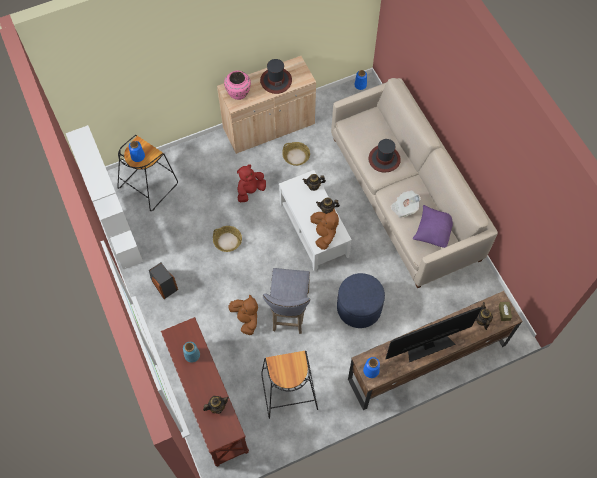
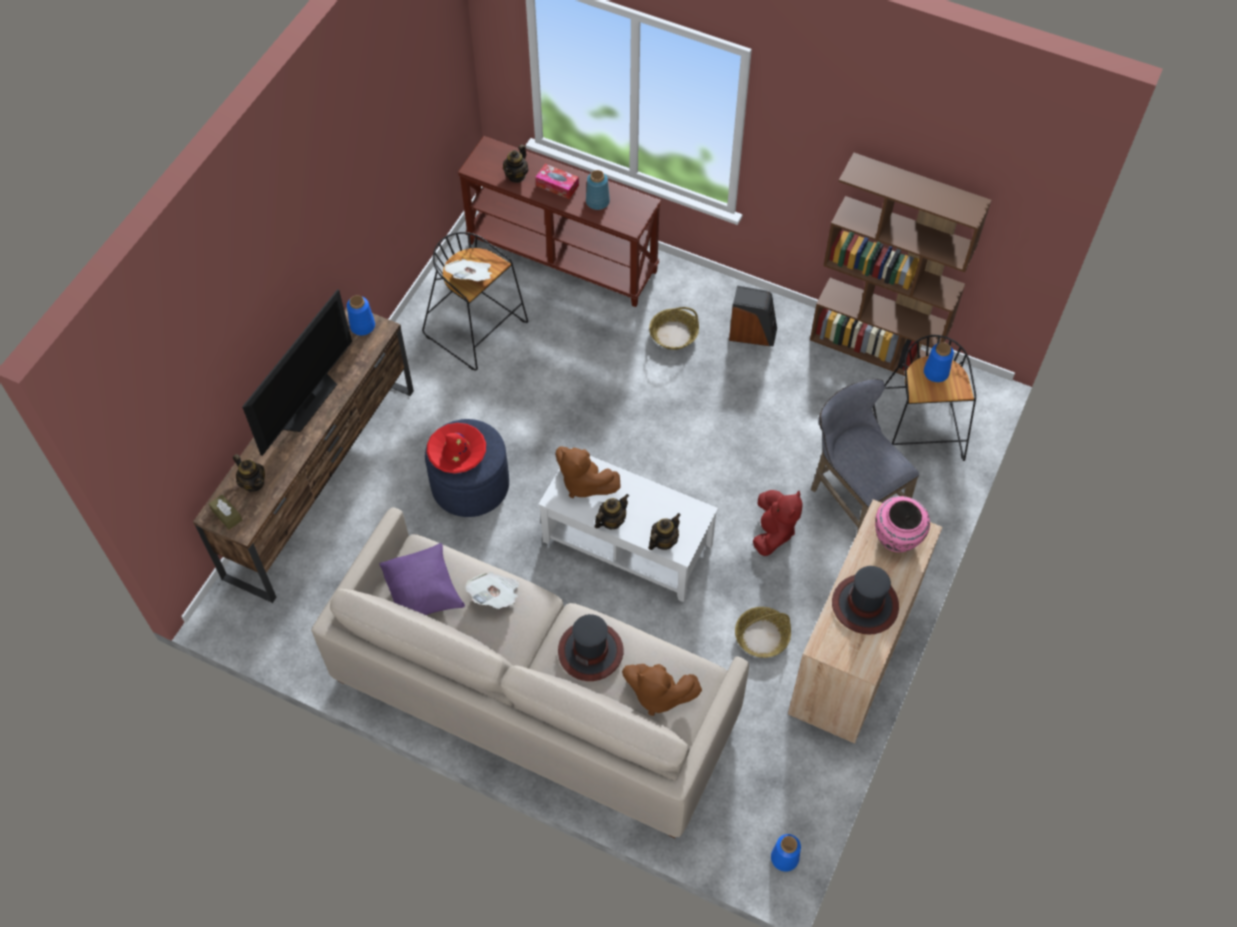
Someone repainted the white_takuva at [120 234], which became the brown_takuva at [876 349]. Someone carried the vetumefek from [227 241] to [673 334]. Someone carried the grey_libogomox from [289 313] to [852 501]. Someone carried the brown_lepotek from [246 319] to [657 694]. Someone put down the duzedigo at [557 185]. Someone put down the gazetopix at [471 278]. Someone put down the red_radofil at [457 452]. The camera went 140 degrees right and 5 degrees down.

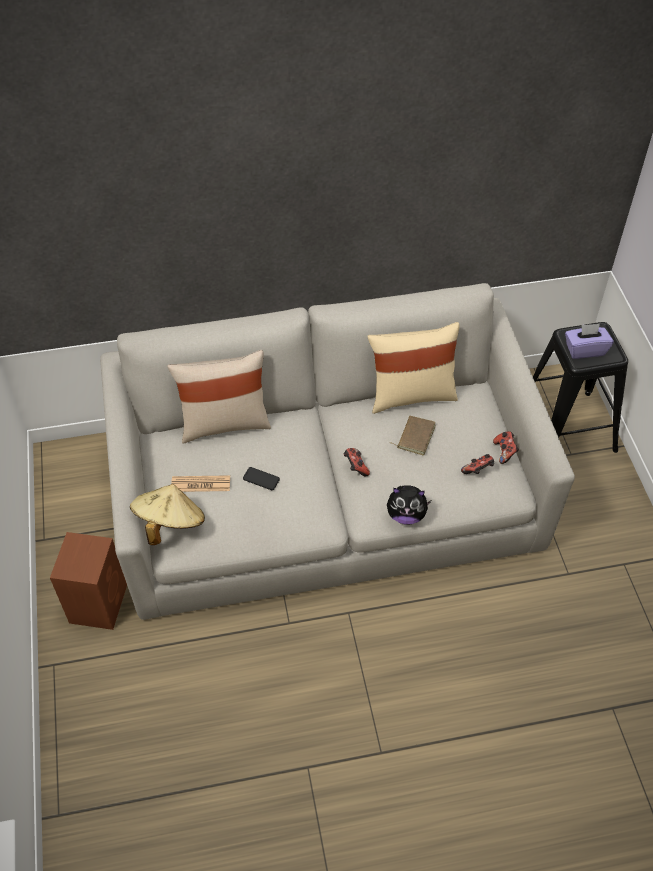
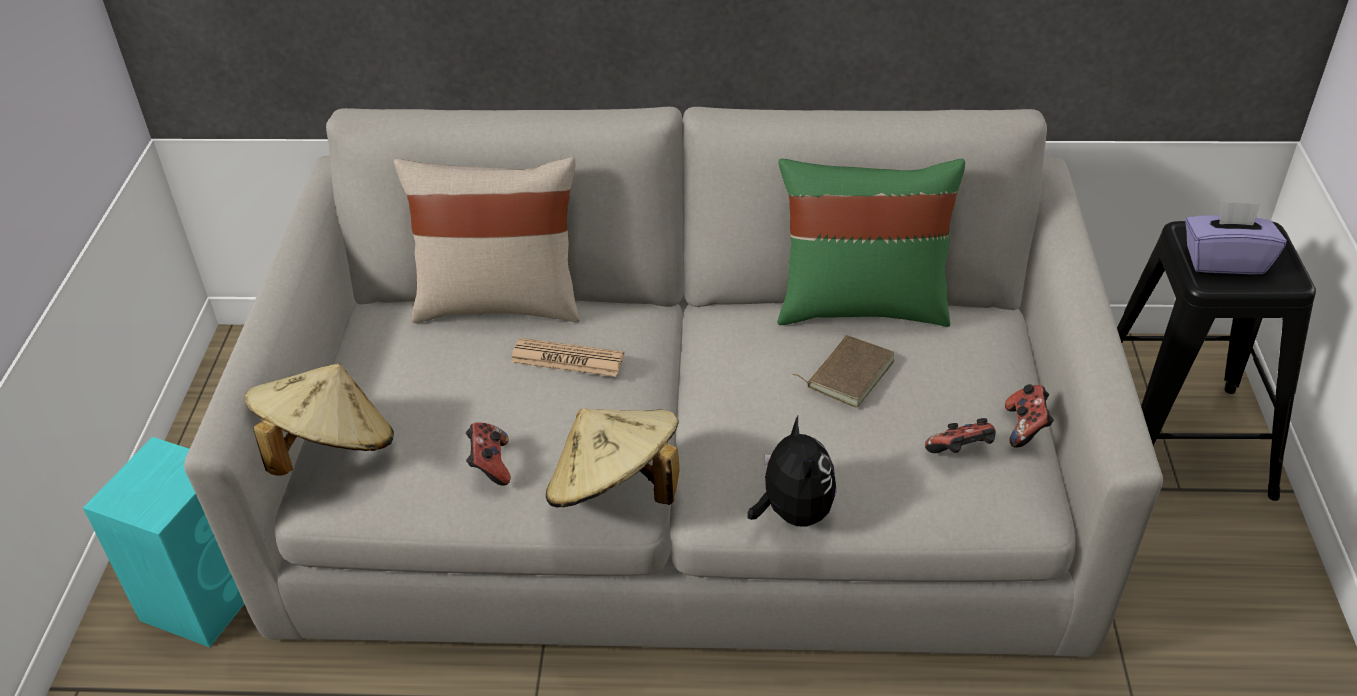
Someone repainted the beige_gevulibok at [411 395], which became the green_gevulibok at [861 305]. Someone carried the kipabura from [355 467] to [490 465]. Someone took away the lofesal at [261 479]. Someone carried the gazetopix from [200 484] to [567 359]. Someone rotated the lepotek at [406 515] by 120 degrees counterclockwise. Someone repainted the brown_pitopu at [99 602], which became the turquoise_pitopu at [207 594]. Someone put down the beige_radofil at [615 491]. The camera went 15 degrees right and 10 degrees down.

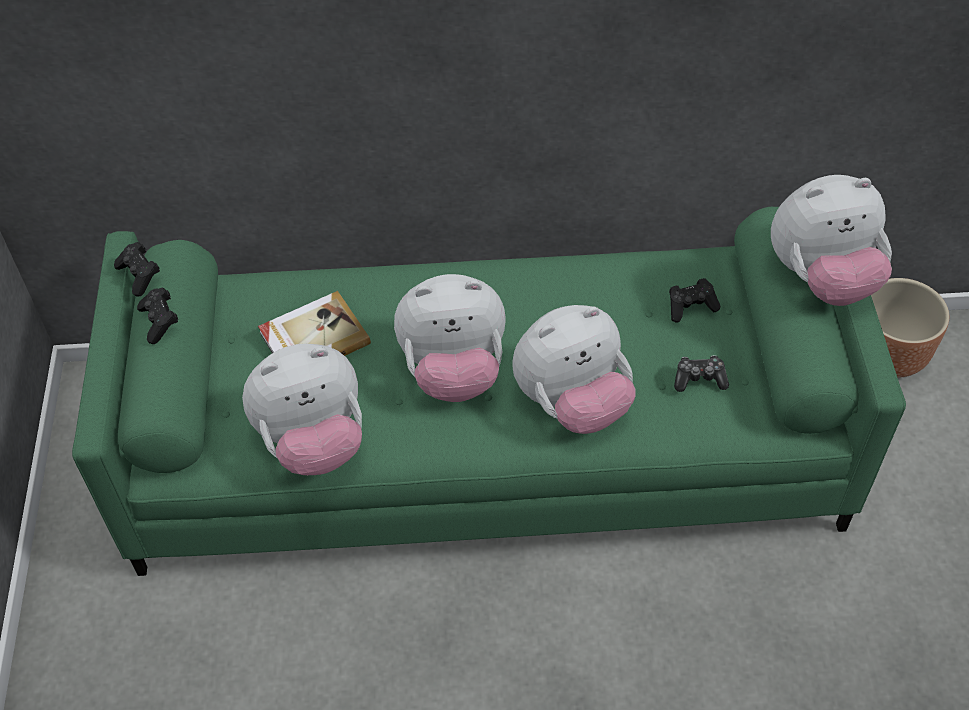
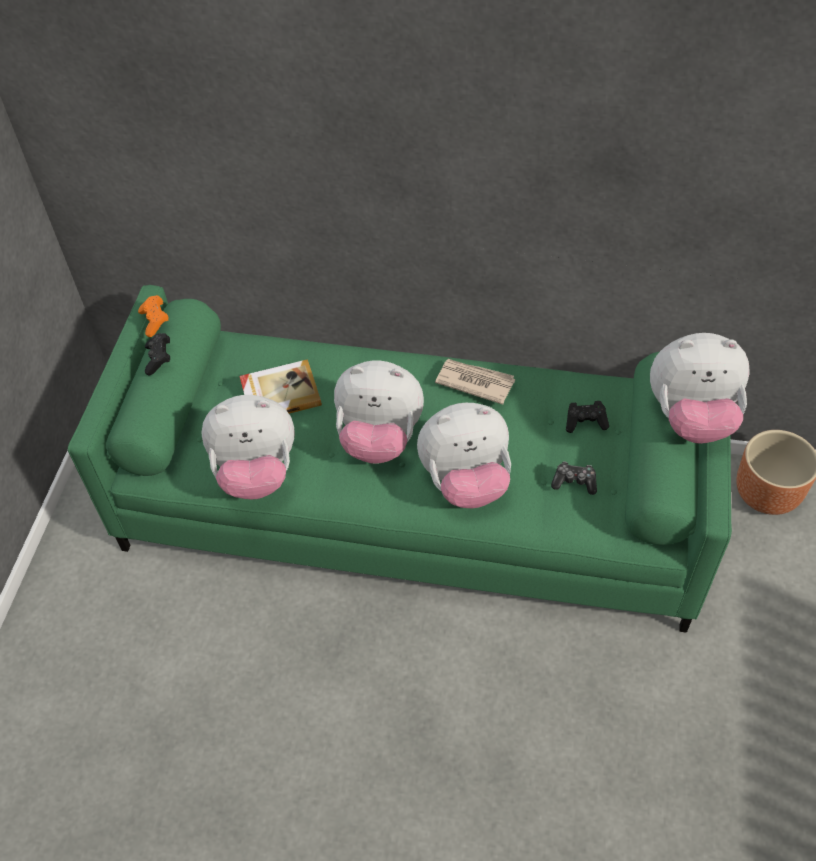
Someone repainted the black_kipabura at [140 275], which became the orange_kipabura at [155 321]. Someone put down the gazetopix at [474 382]. The camera went 15 degrees right and 0 degrees up.

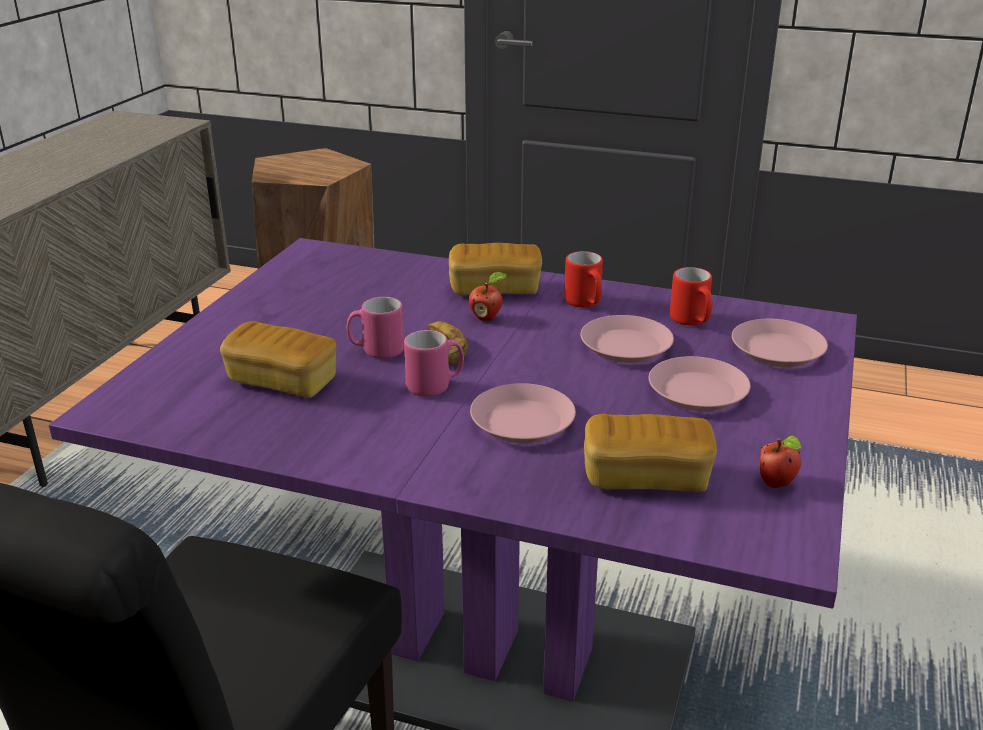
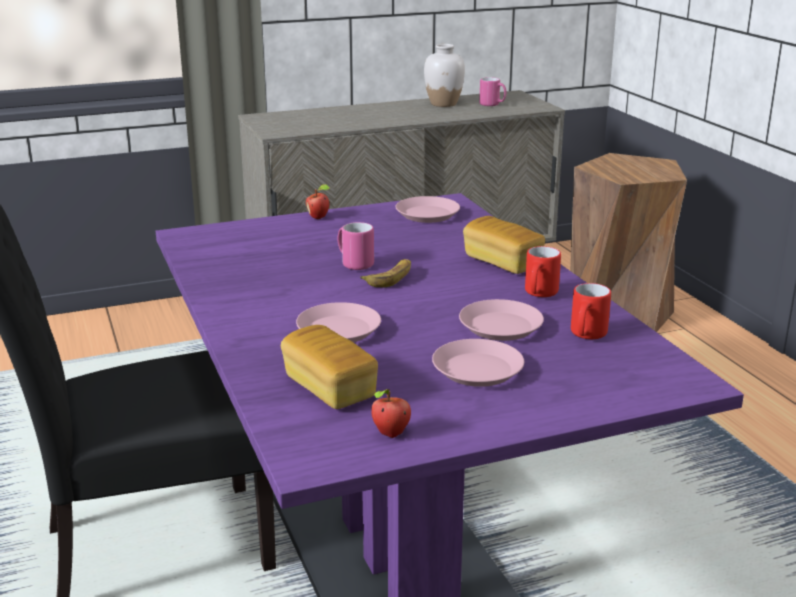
Someone carried the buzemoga from [487 318] to [319 217]. Someone carried the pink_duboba from [777 350] to [427 214]. Someone took away the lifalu at [282 381]. Someone carried the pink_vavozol from [435 386] to [492 105]. Someone put down the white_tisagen at [443 104]. The camera went 50 degrees right and 5 degrees down.

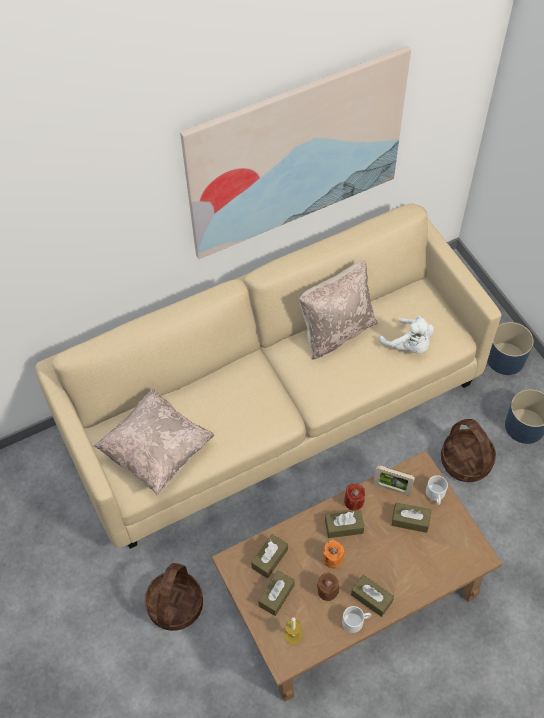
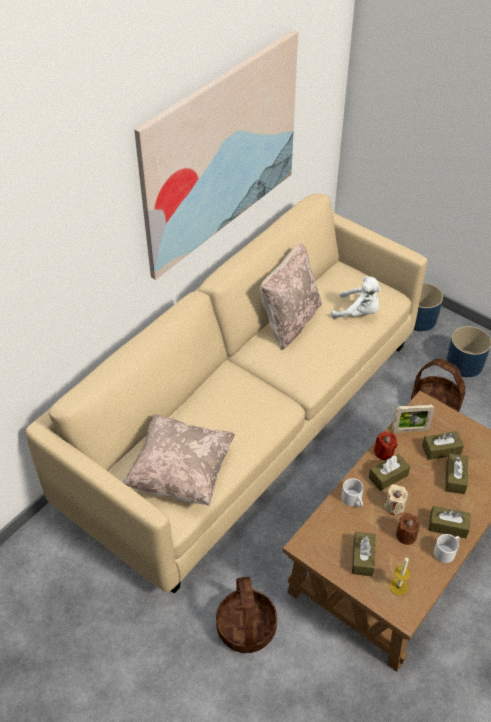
Someone carried the white_vavozol from [436 495] to [353 500]. Someone carried the brown_duzedigo from [269 558] to [455 478]. Someone repainted the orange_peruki at [332 558], which became the beige_peruki at [394 506]. The camera went 25 degrees left and 10 degrees down.

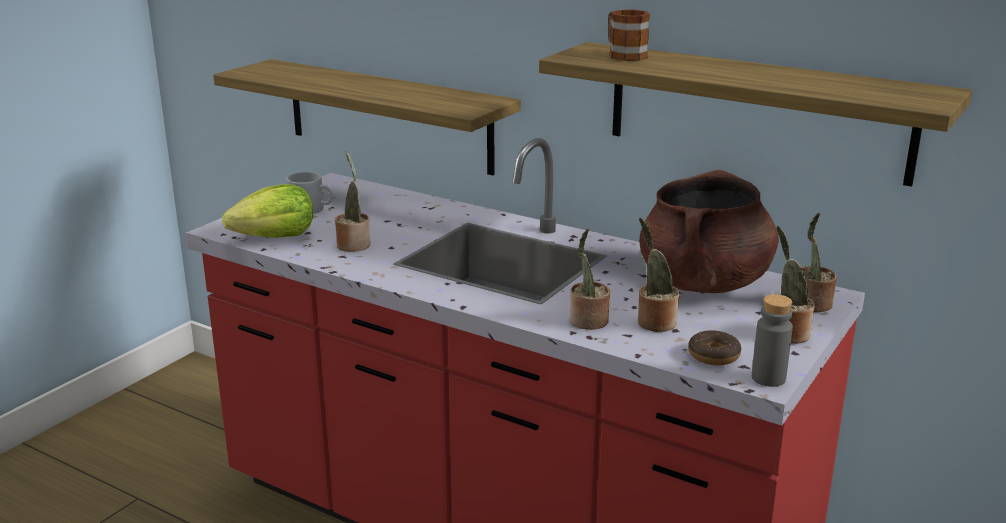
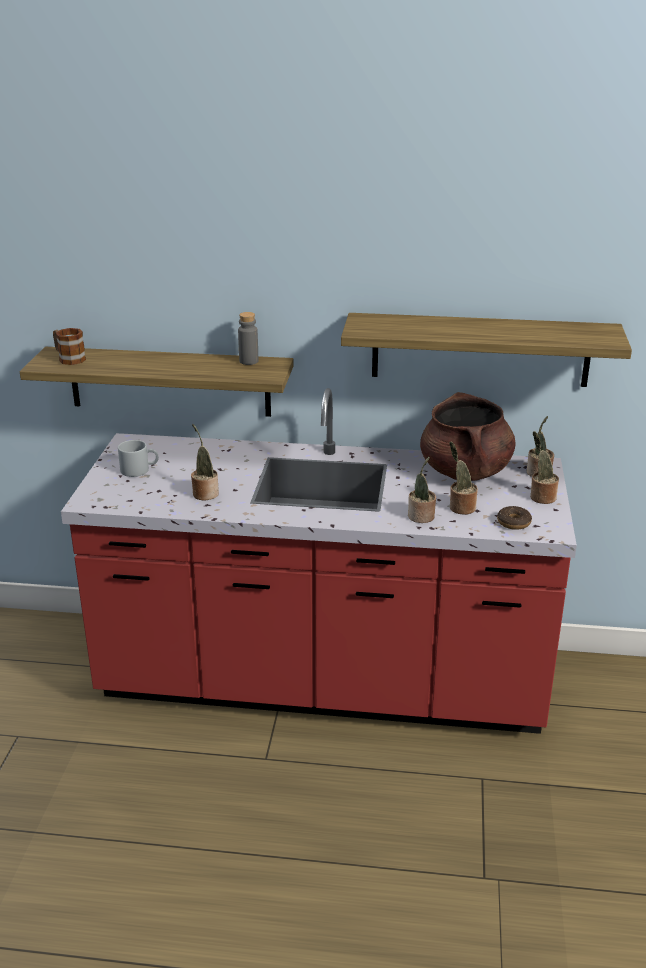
Someone carried the vavozol from [623 55] to [68 358]. Someone took away the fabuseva at [275 237]. Someone carried the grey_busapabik from [768 378] to [248 361]. The camera went 25 degrees left and 5 degrees up.

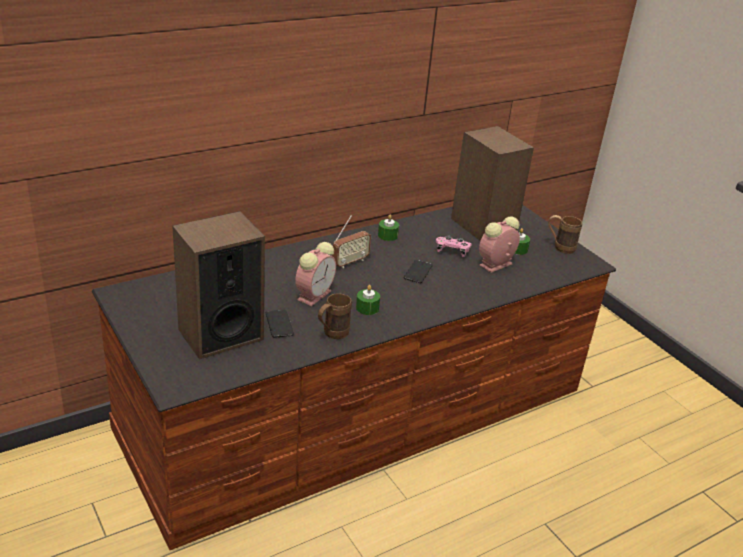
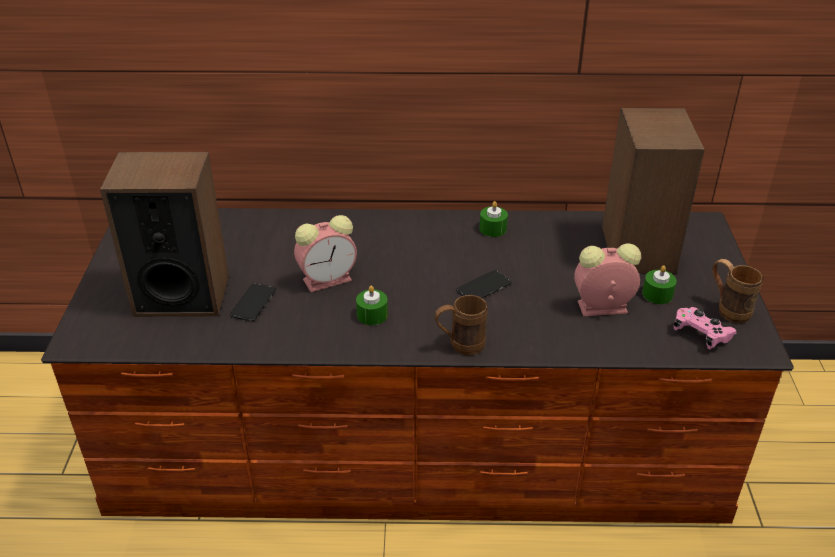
Someone took away the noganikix at [350 262]. Someone carried the pink_kipabura from [452 251] to [701 334]. Someone carried the brown_vavozol from [331 334] to [459 346]. The camera went 35 degrees right and 5 degrees up.

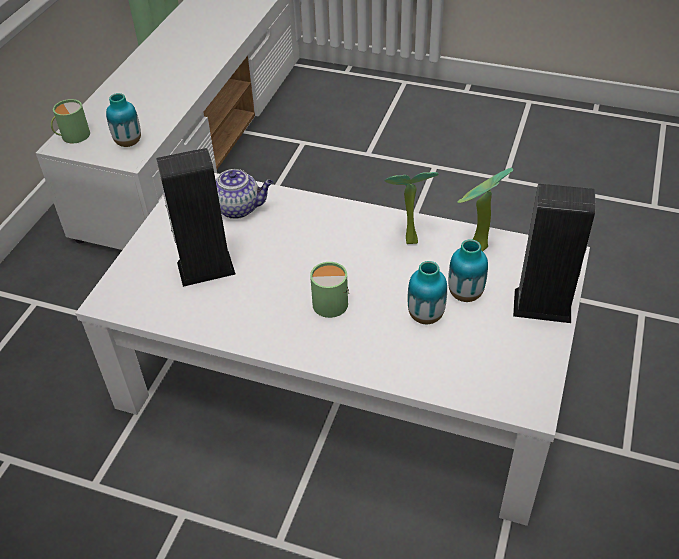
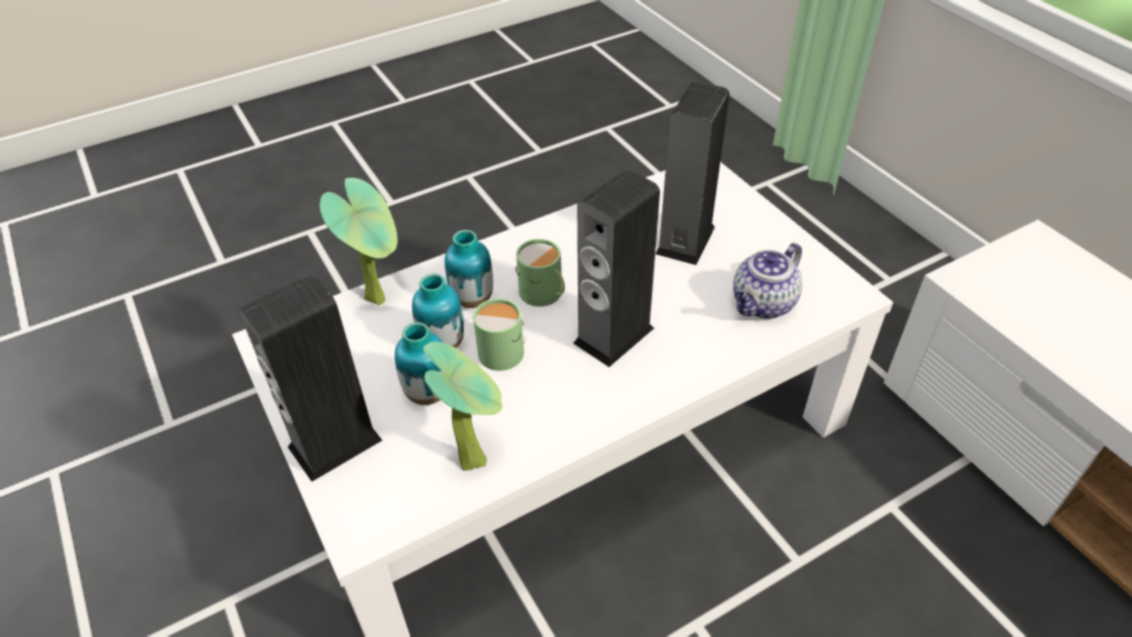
Someone carried the tisagen from [128 143] to [472 299]. Someone carried the green_vavozol from [72 136] to [503 349]. Someone carried the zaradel from [407 238] to [380 297]. Someone put down the pitopu at [614 335]. The camera went 130 degrees right and 0 degrees up.

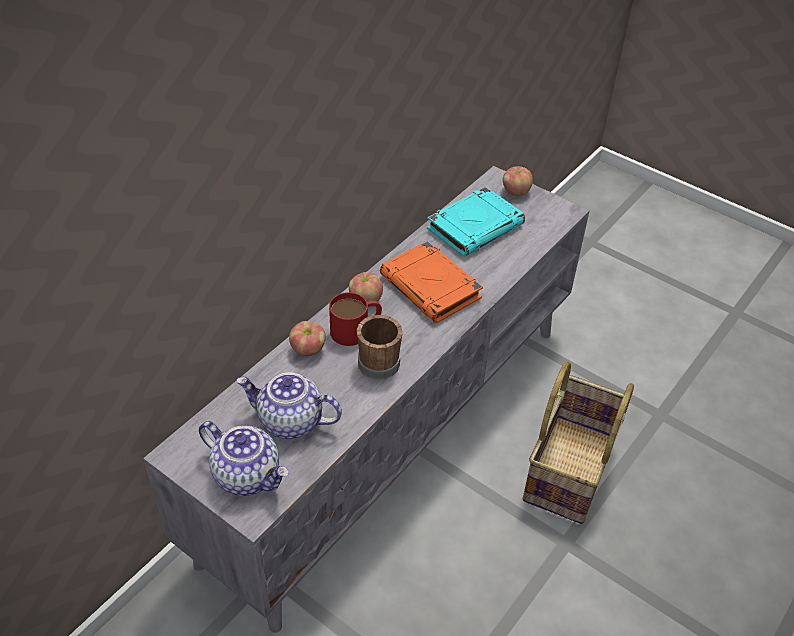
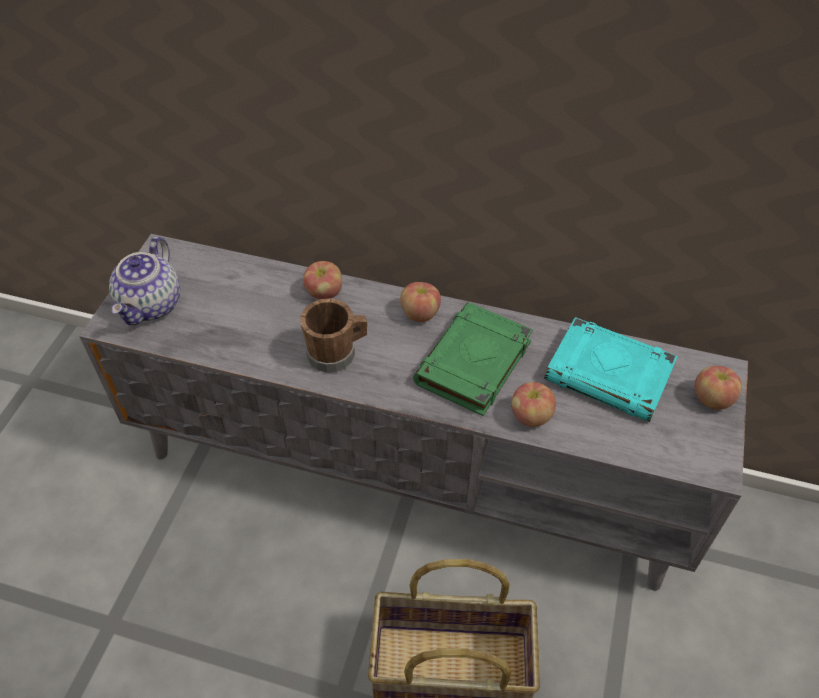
Someone repainted the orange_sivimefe at [431 287], which became the green_sivimefe at [473 364]. Someone took away the red_vavozol at [356 329]. Someone took away the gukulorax at [289 421]. Someone put down the buzemoga at [530 416]. The camera went 70 degrees right and 5 degrees up.

